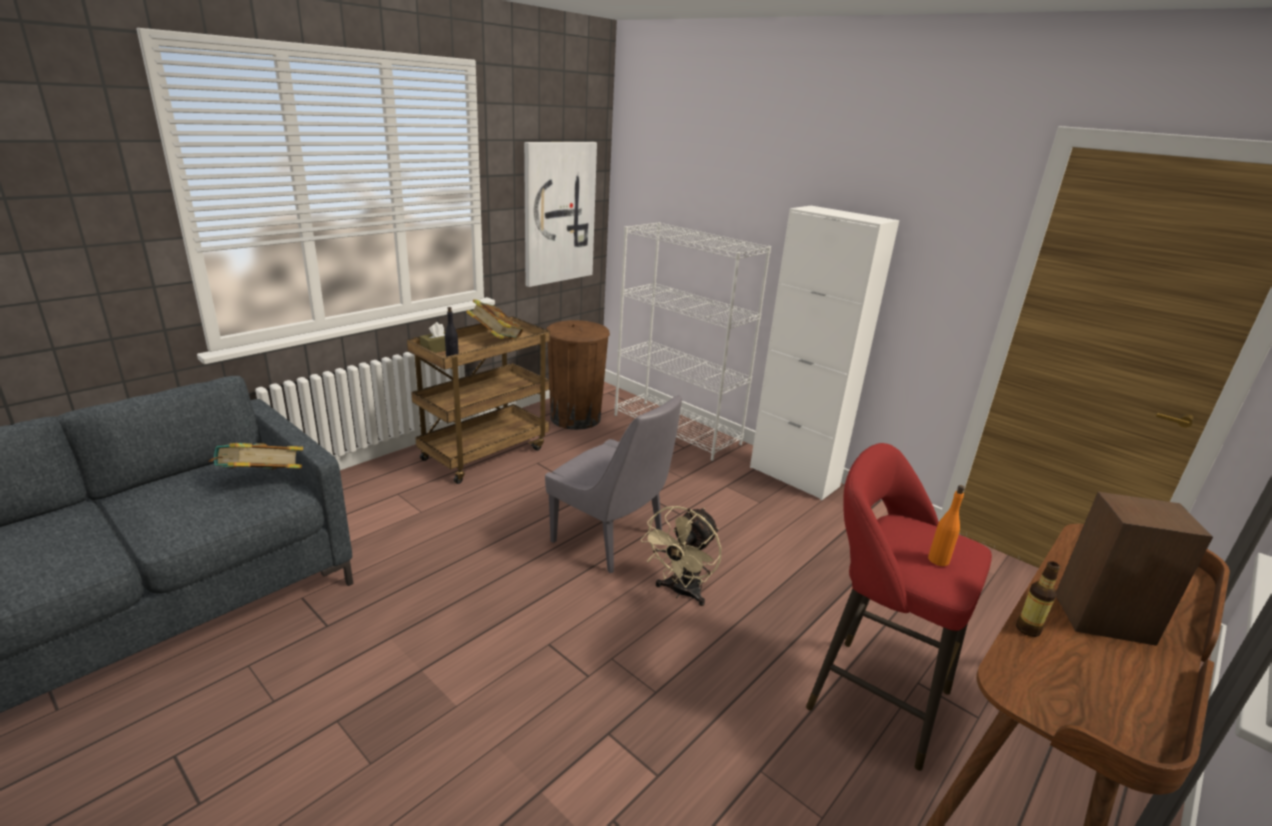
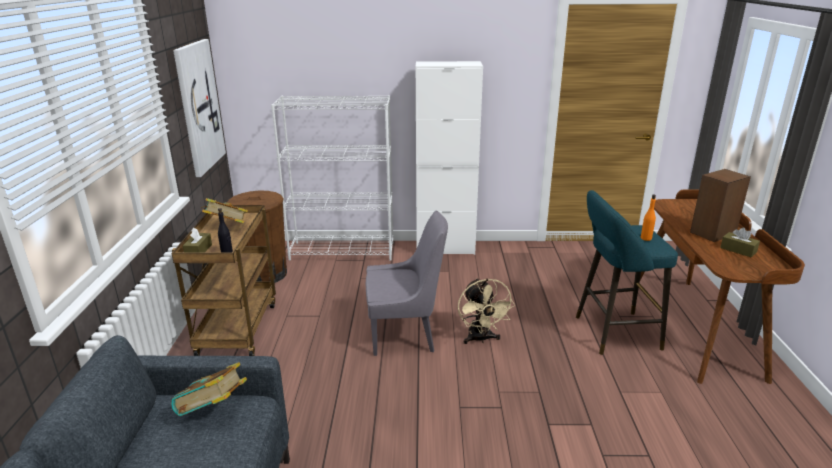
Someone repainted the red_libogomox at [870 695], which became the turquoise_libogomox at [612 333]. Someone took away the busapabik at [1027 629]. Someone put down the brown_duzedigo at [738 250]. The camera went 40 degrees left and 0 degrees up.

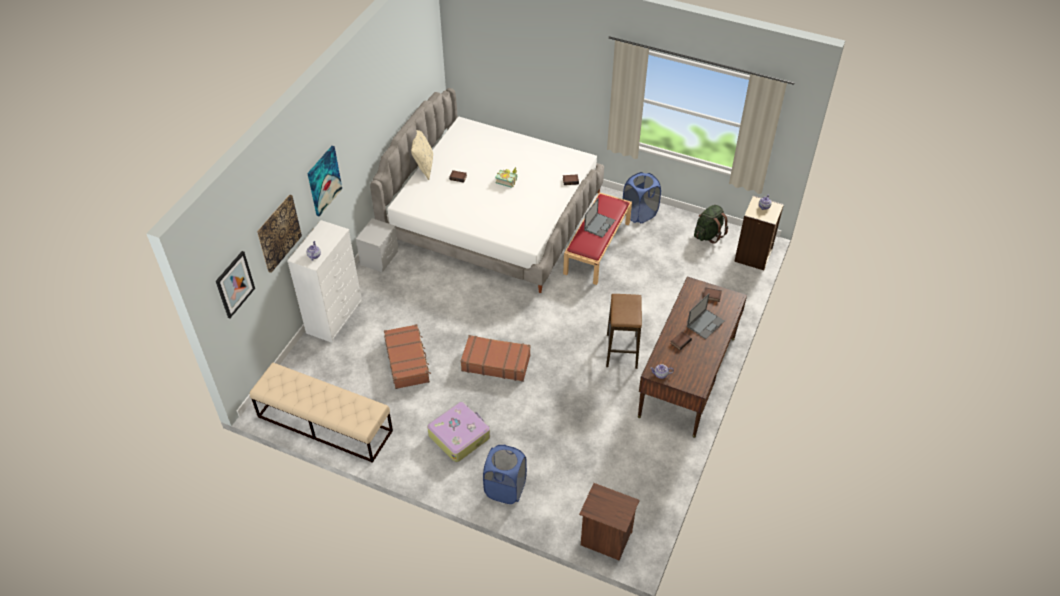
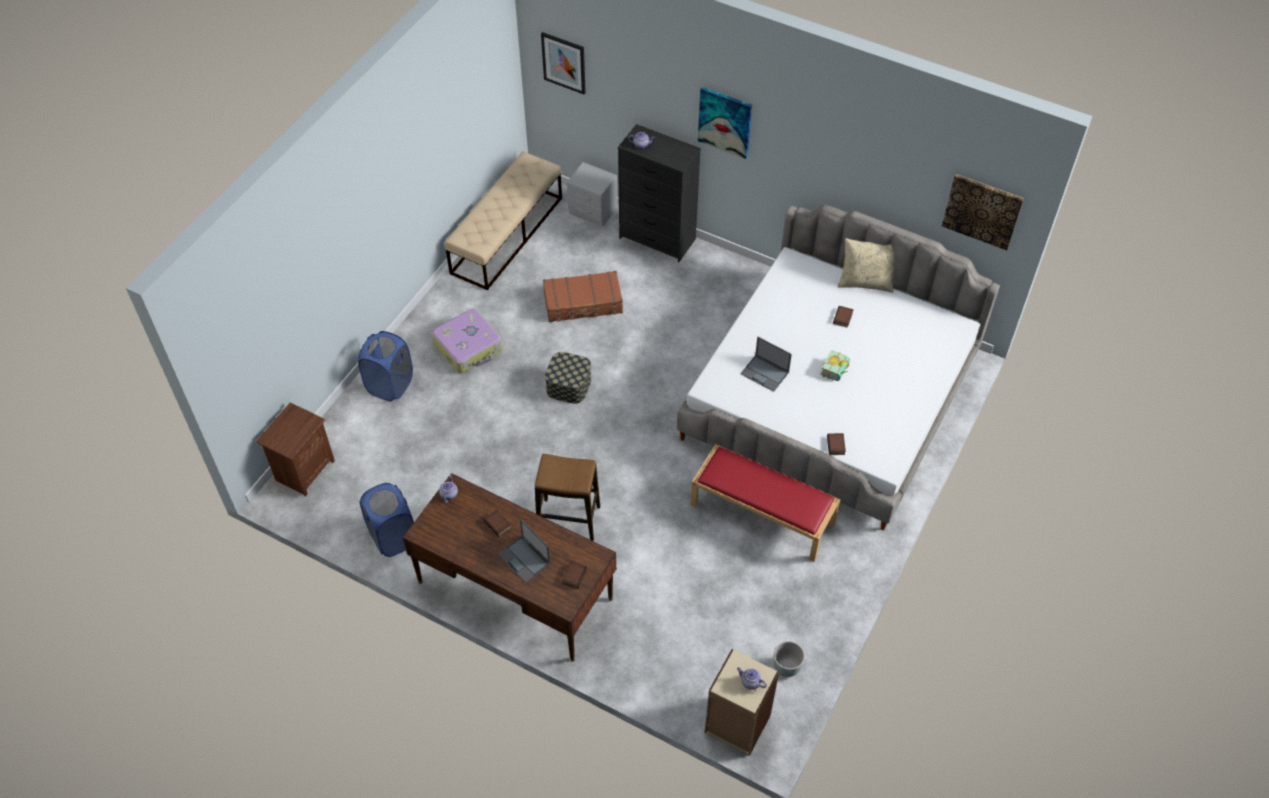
Someone carried the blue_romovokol from [639 213] to [393 537]. Someone carried the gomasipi from [278 233] to [982 211]. Someone carried the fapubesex from [599 225] to [765 373]. Someone swapped the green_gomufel at [708 234] for the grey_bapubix at [786 667]. Someone carried the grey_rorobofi from [379 258] to [593 211]. Someone repainted the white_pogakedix at [335 317], which became the black_pogakedix at [658 239]. Someone swapped the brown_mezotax at [496 363] for the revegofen at [568 385]. The camera went 95 degrees right and 5 degrees up.

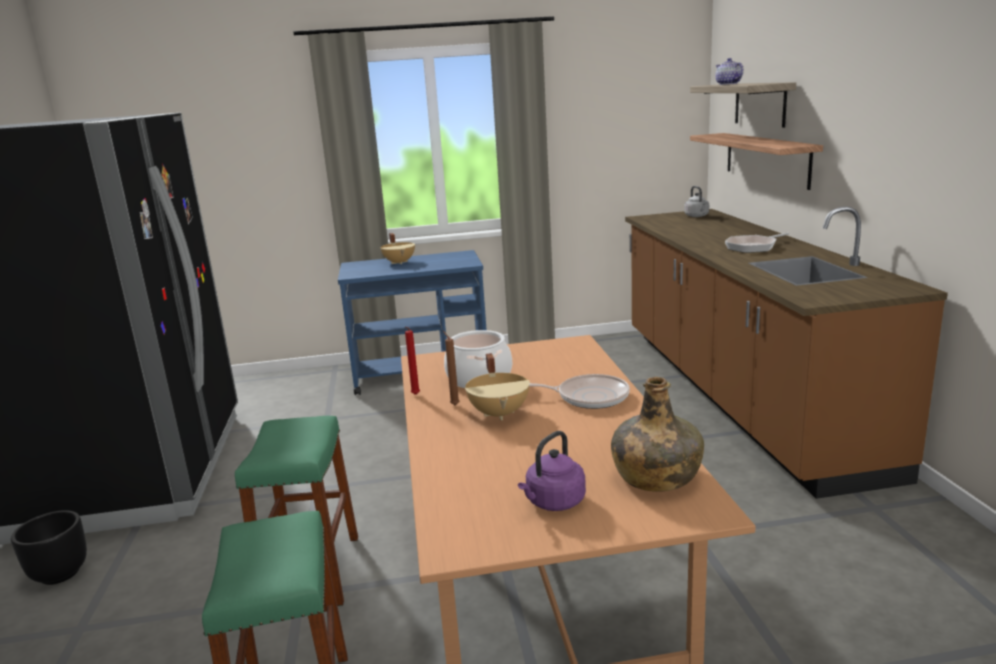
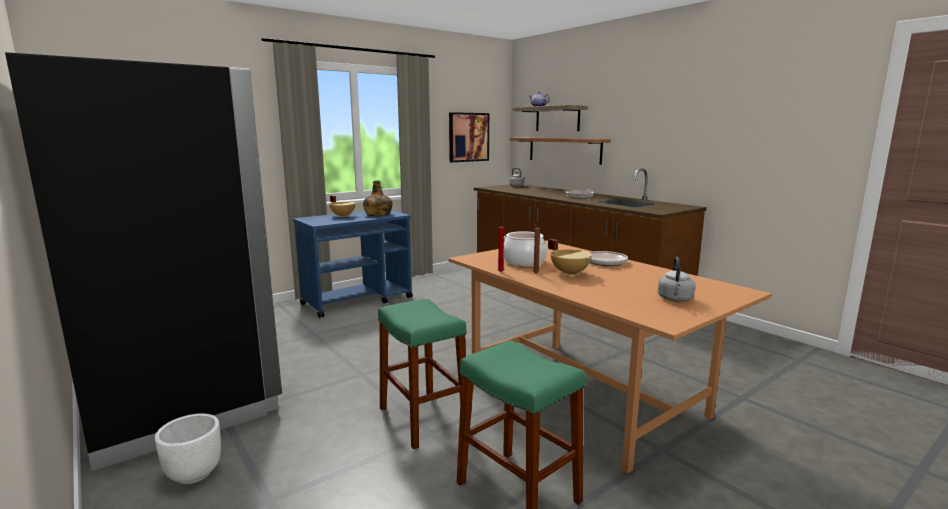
Someone carried the green_busapabik from [655 476] to [377 214]. Someone repainted the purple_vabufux at [553 502], which became the grey_vabufux at [675 300]. Someone repainted the black_bapubix at [59 574], which became the white_bapubix at [193 474]. Someone put up the gomasipi at [468 137]. The camera went 30 degrees left and 5 degrees down.

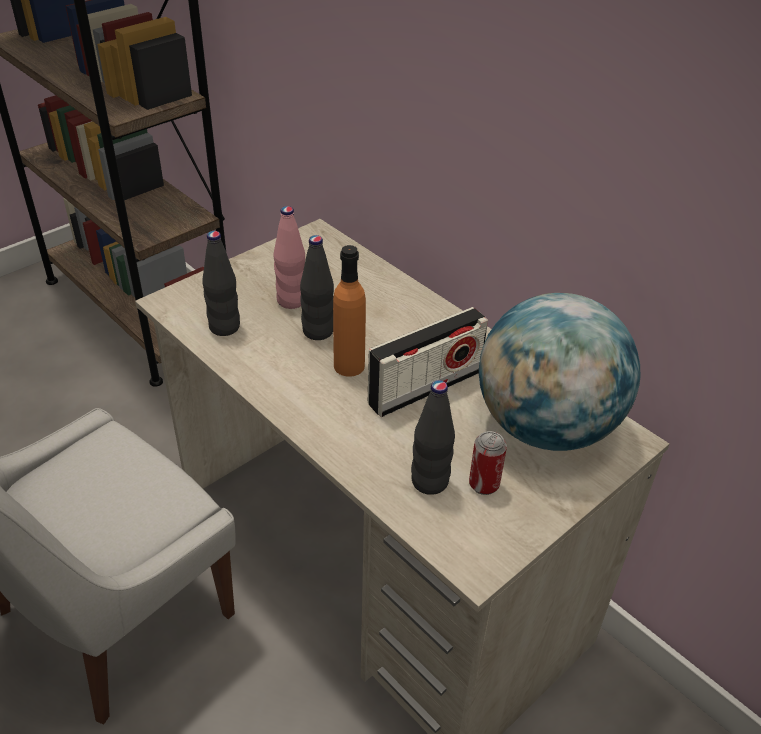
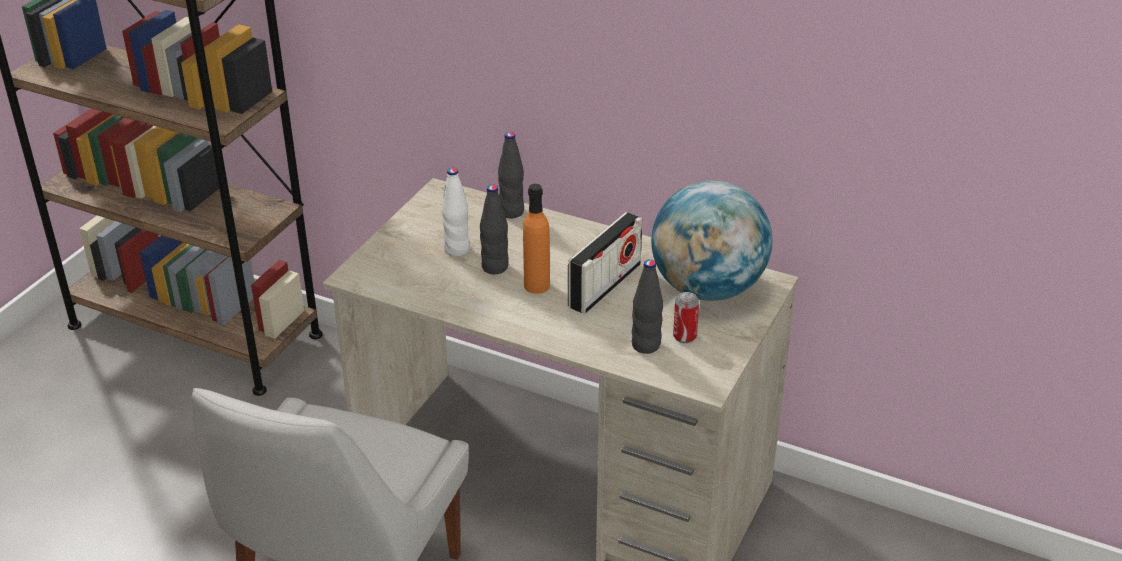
Someone repainted the pink_busapabik at [291 301], which became the white_busapabik at [457 250]. Someone carried the black_busapabik from [224 327] to [511 212]. The camera went 20 degrees left and 5 degrees down.

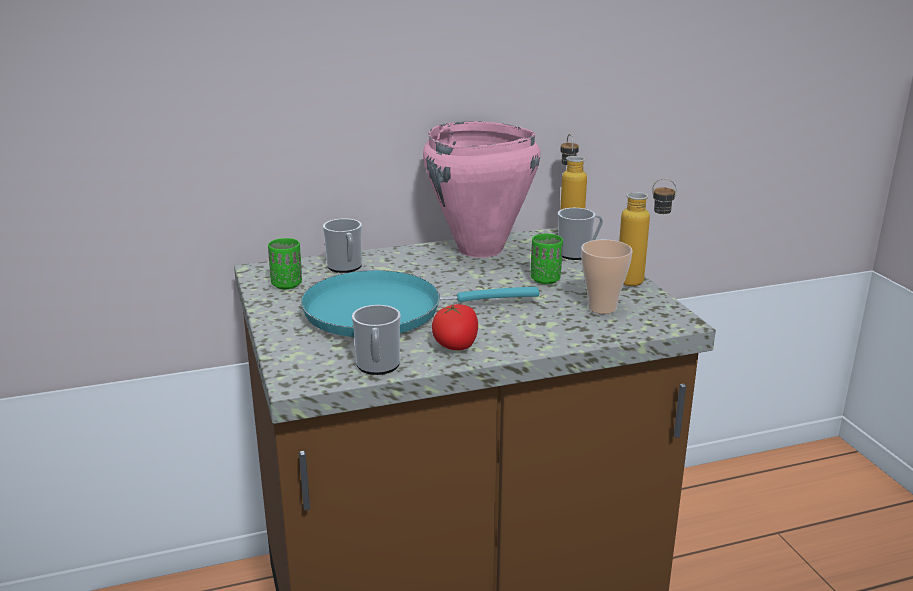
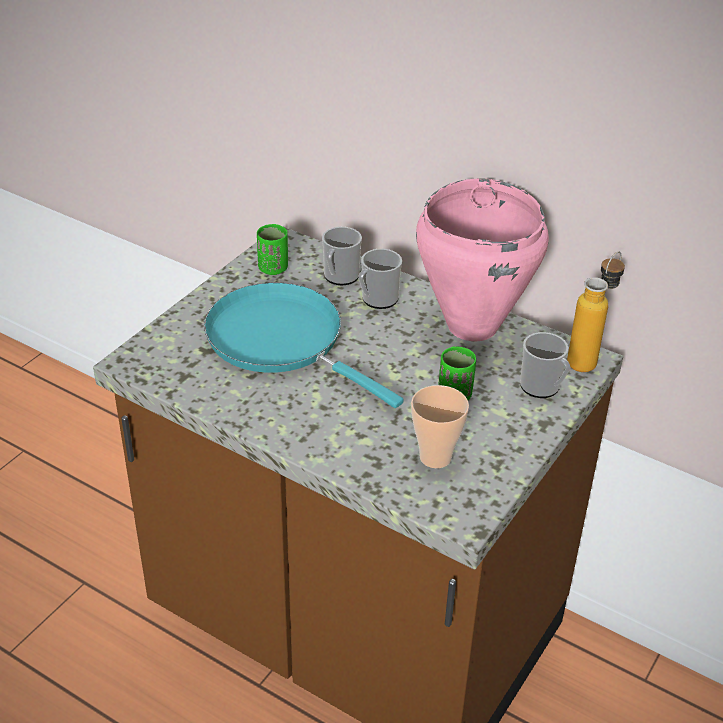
Someone took away the busapabik at [641 283]. Someone took away the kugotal at [456 346]. Someone carried the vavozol from [378 367] to [376 300]. The camera went 50 degrees right and 15 degrees up.

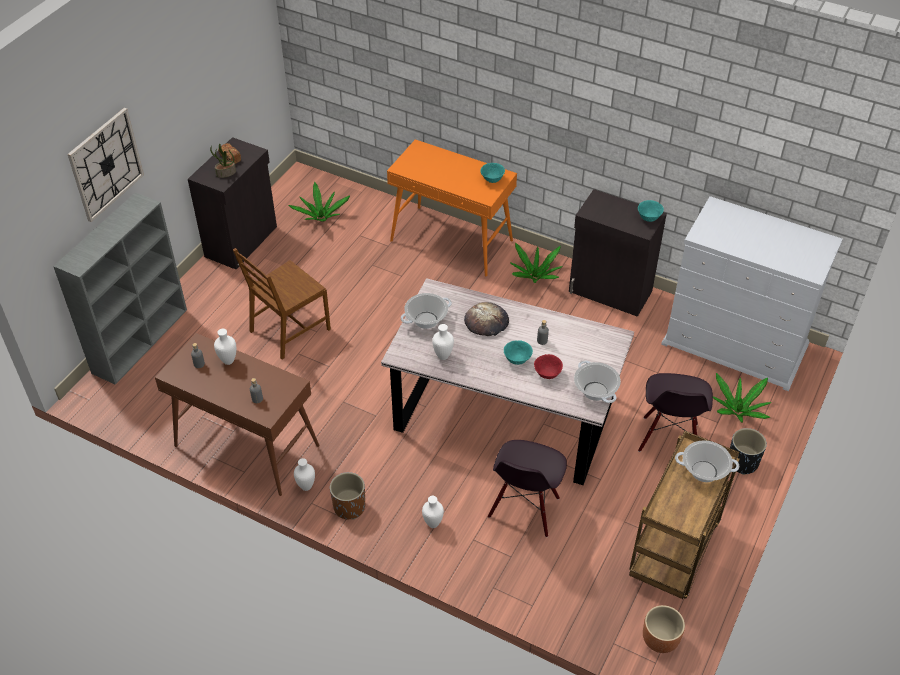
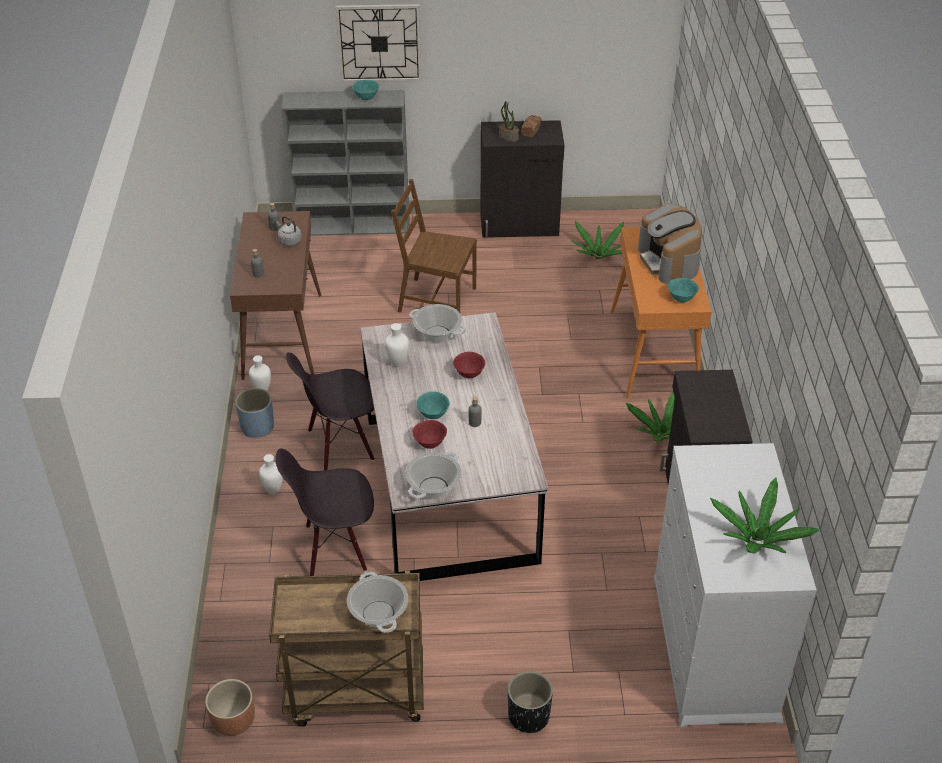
Someone carried the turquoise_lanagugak from [649 218] to [366 98]. Someone swapped the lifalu at [486 322] for the red_lanagugak at [469 374]. Someone swapped the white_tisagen at [228 361] for the grey_vabufux at [289 241]. Someone carried the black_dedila from [669 438] to [340 446]. Someone carried the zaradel from [737 411] to [758 539]. Someone repainted the brown_bapubix at [349 507], which became the blue_bapubix at [257 427]. Someone put down the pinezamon at [669 261]. The camera went 60 degrees right and 5 degrees down.

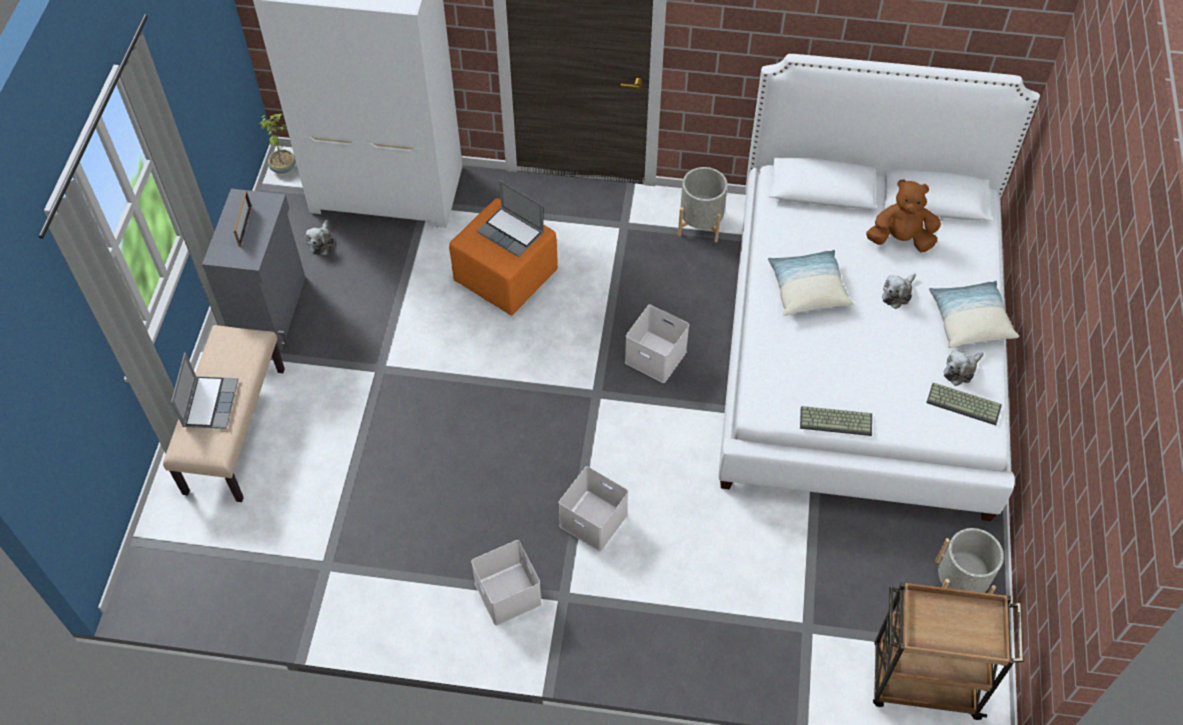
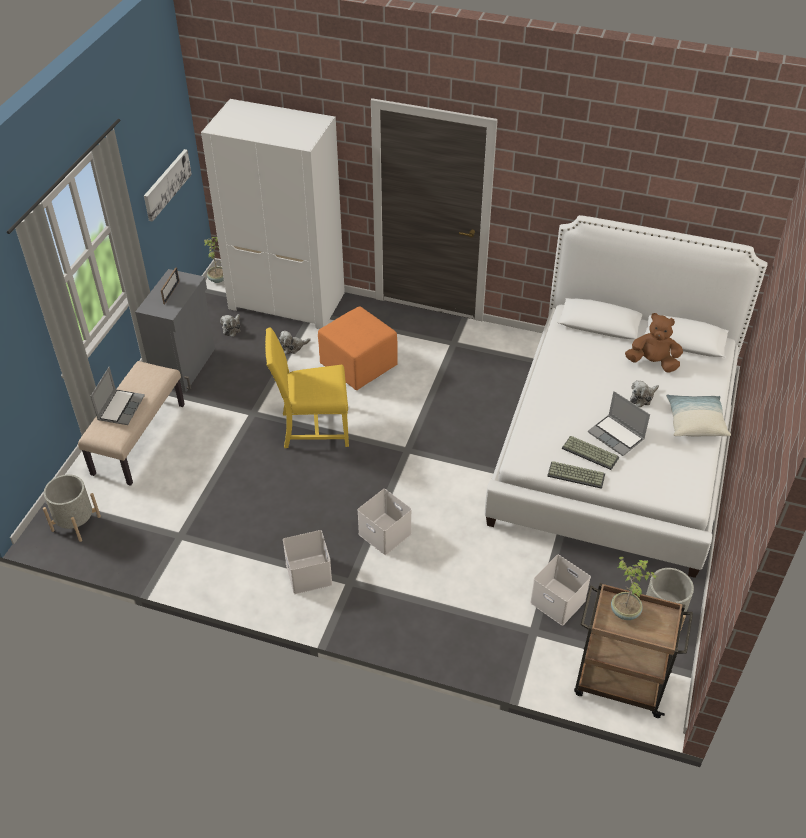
Someone carried the grey_bapubix from [700 223] to [76 523]. Someone carried the fapubesex from [512 232] to [617 436]. Someone took away the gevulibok at [807 290]. Someone carried the white_revegofen from [657 356] to [559 601]. Someone carried the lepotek from [960 370] to [293 347]. Someone carried the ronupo from [964 403] to [591 453]. Someone put up the gomasipi at [166 184]. Someone put down the yellow_dedila at [312 428]. Someone put down the zaradel at [625 611]. The camera went 10 degrees right and 10 degrees down.

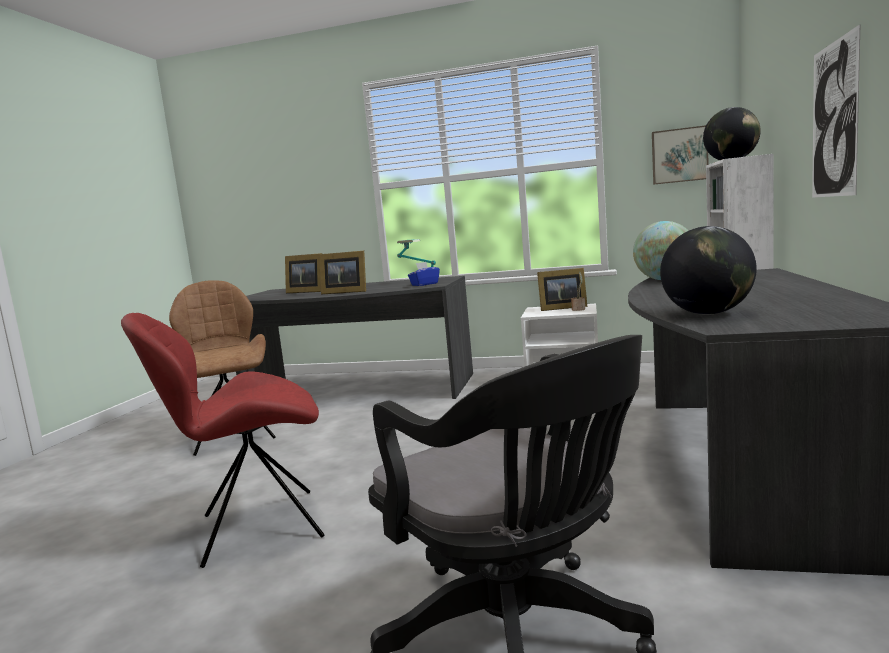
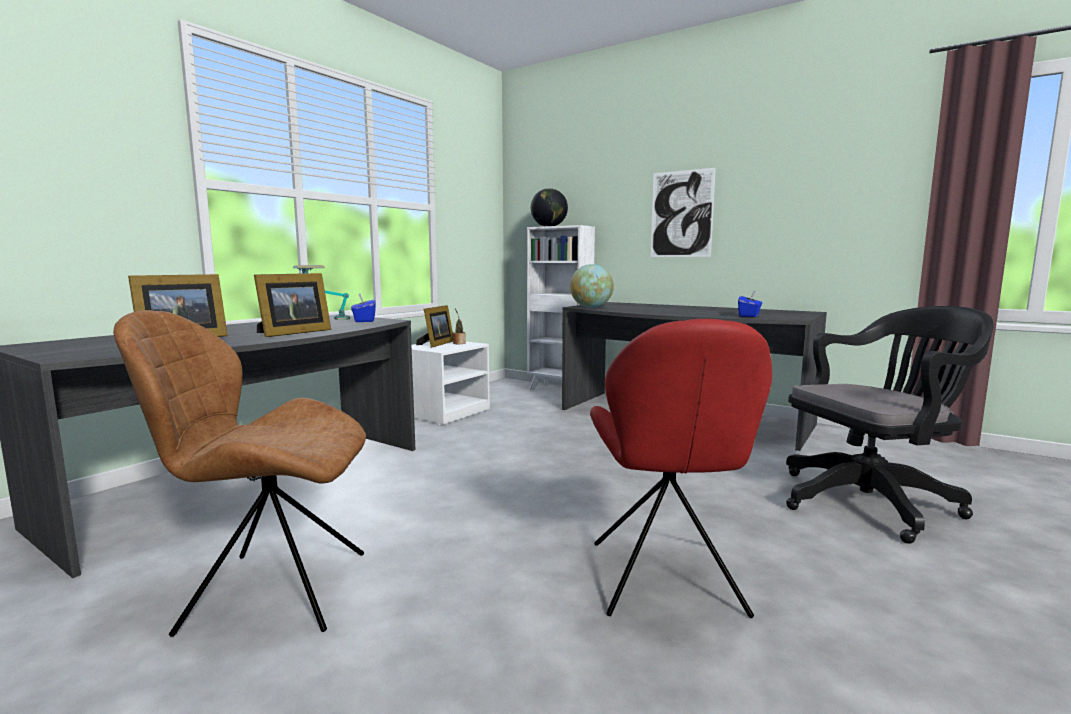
Someone took away the gomasipi at [679 155]. Someone swapped the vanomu at [707 313] for the blue_duzedigo at [749 316]. The camera went 70 degrees left and 0 degrees up.

